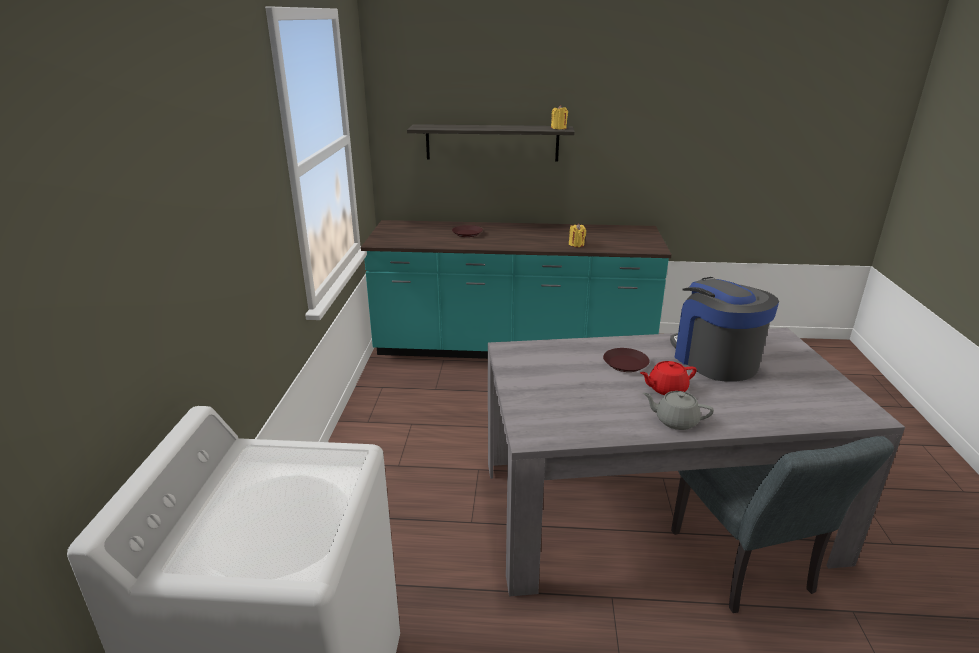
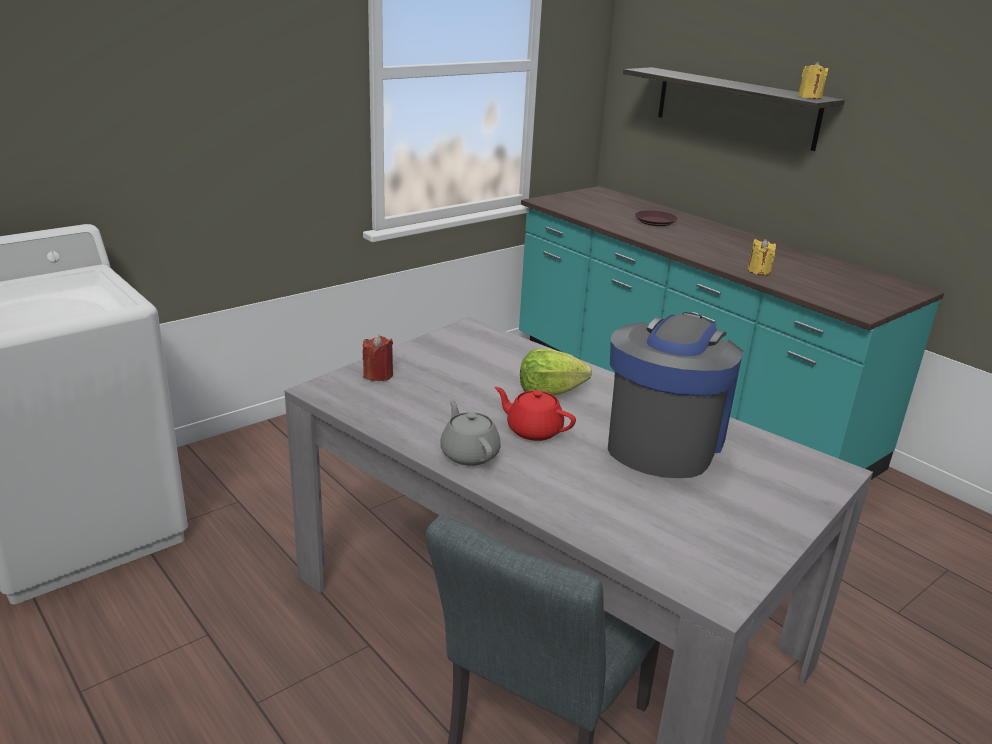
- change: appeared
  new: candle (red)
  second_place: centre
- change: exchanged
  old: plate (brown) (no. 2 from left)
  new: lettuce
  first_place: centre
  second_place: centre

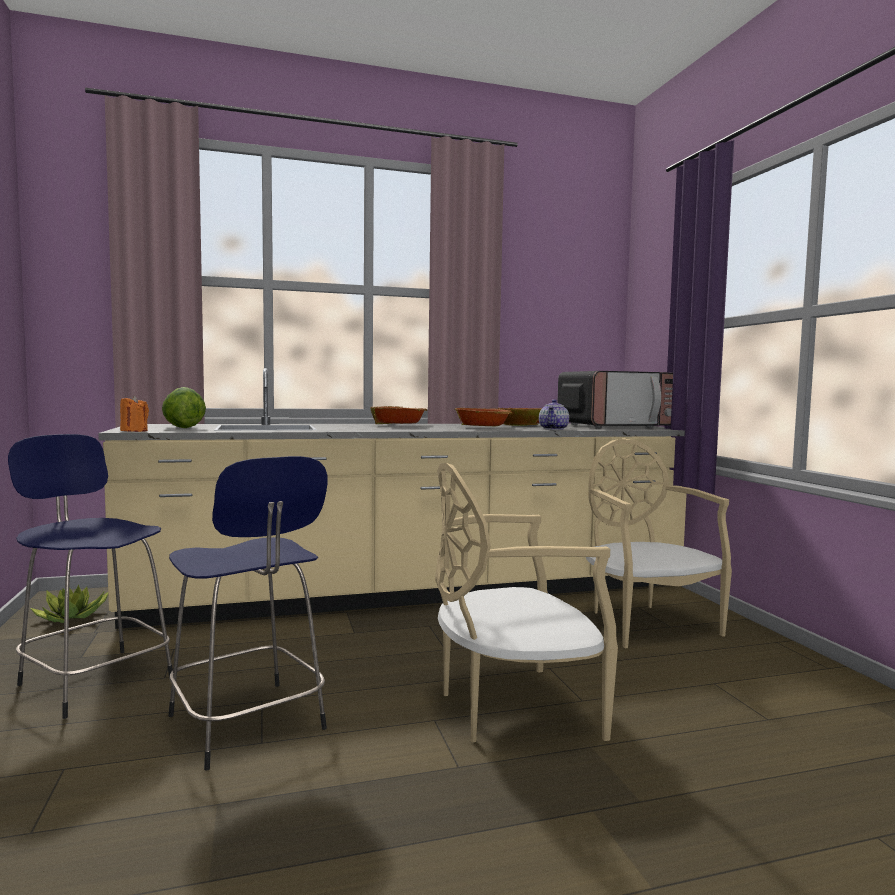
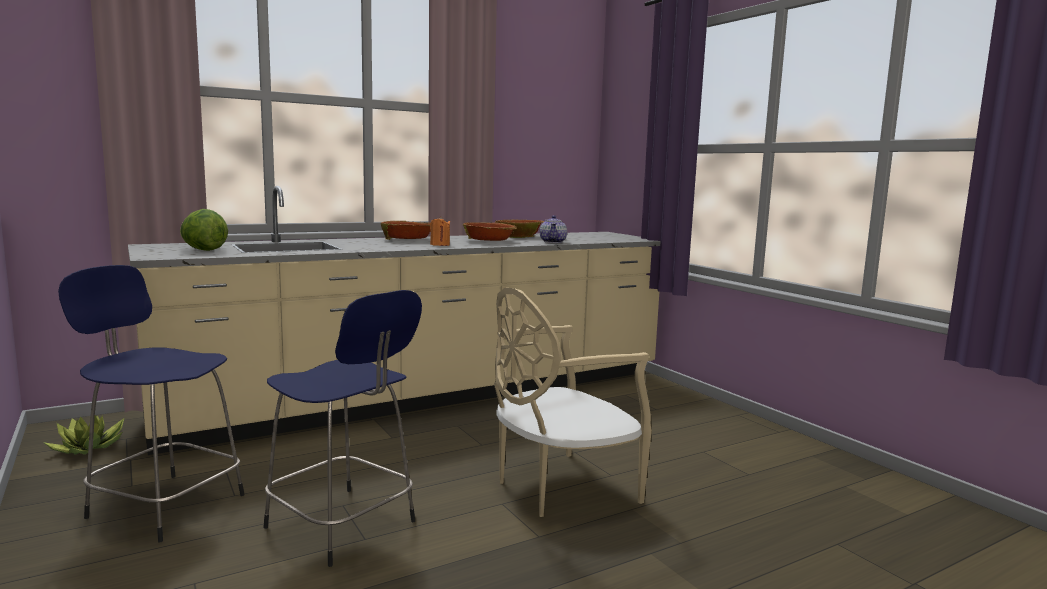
- change: relocated
  old: candle (orange)
  first_place: middle left
  second_place: centre
- change: missing
  old: microwave
  first_place: middle right
- change: missing
  old: chair (beige) (no. 2 from left)
  first_place: middle right

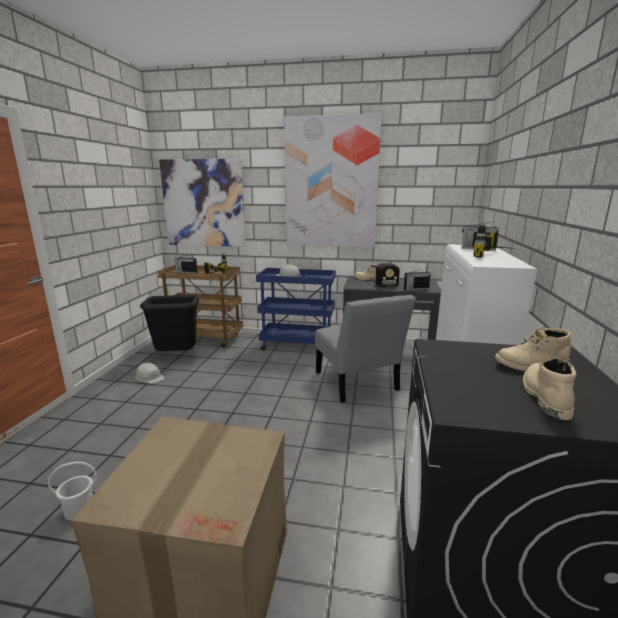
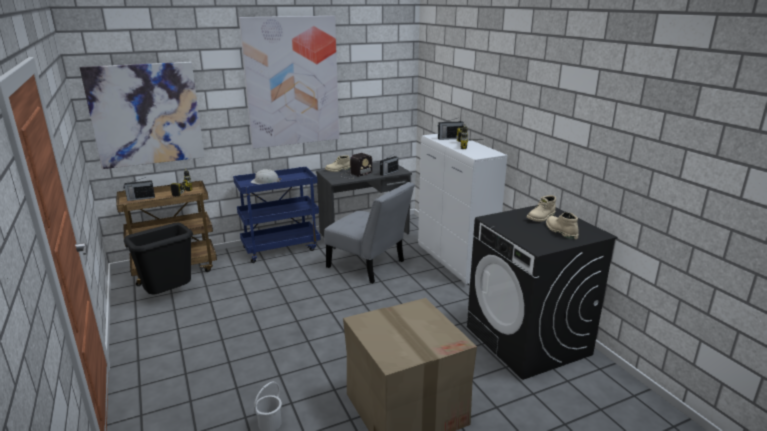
- change: missing
  old: hard hat (white) (no. 1 from left)
  first_place: middle left

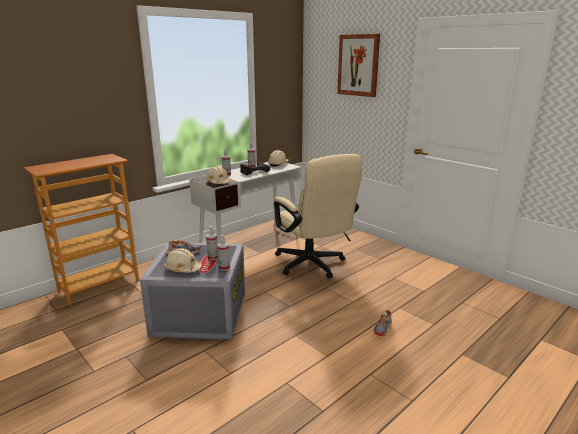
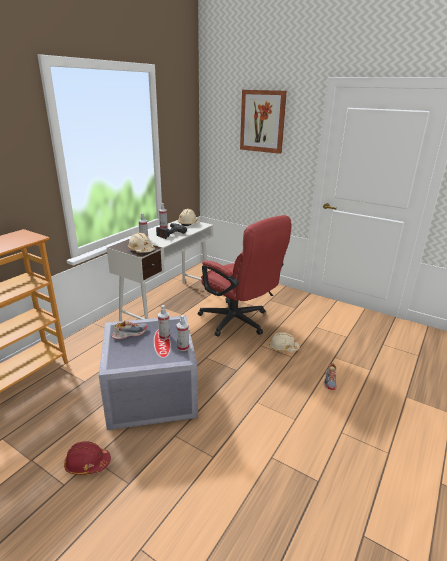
- change: appeared
  new: hard hat (red)
  second_place: bottom left
- change: colour
  old: office chair (beige)
  new: office chair (red)
  first_place: centre
  second_place: centre
- change: relocated
  old: hard hat (beige) (no. 1 from left in the first image)
  new: hard hat (beige) (no. 3 from left)
  first_place: middle left
  second_place: centre

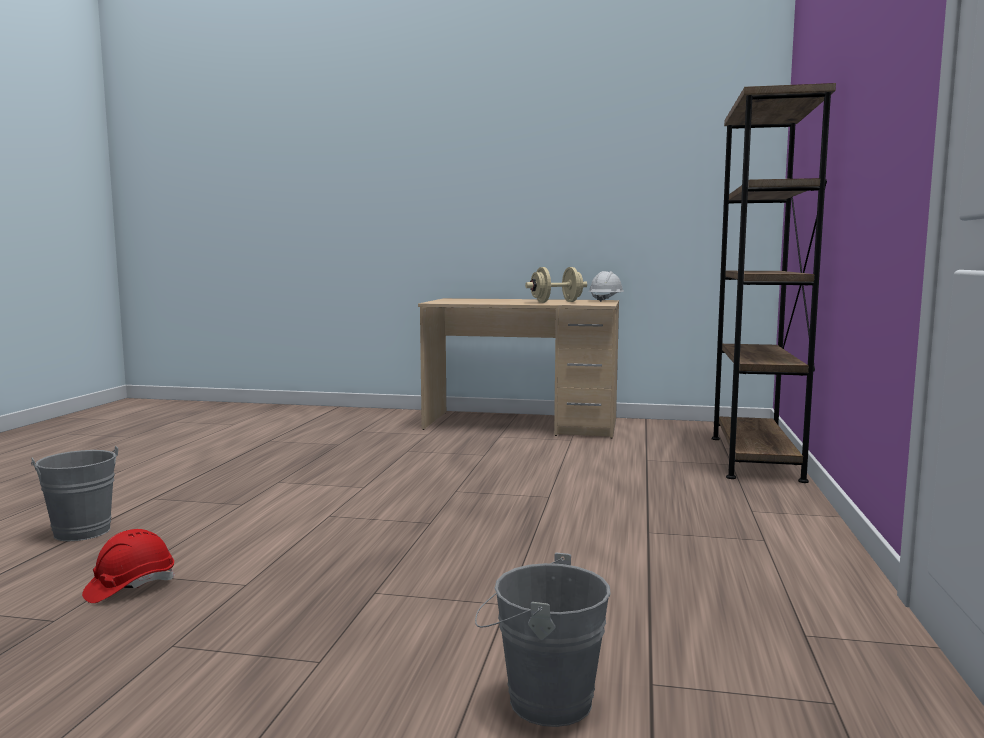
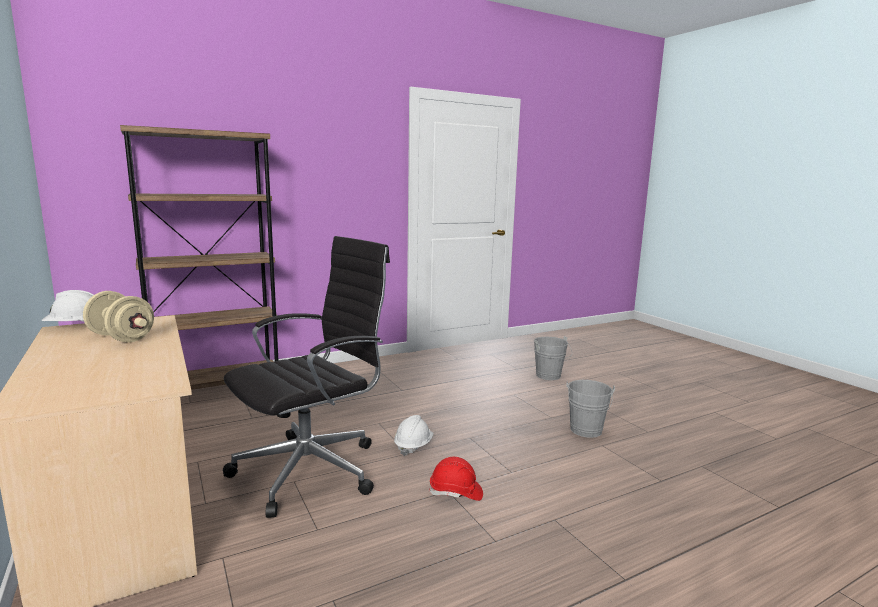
- change: appeared
  new: office chair (black)
  second_place: centre
- change: appeared
  new: hard hat (white) (no. 2 from left)
  second_place: bottom centre
- change: relocated
  old: hard hat (red)
  first_place: bottom left
  second_place: bottom centre
- change: relocated
  old: bucket (grey) (no. 1 from left in the first image)
  new: bucket (grey) (no. 2 from left)
  first_place: bottom left
  second_place: bottom right

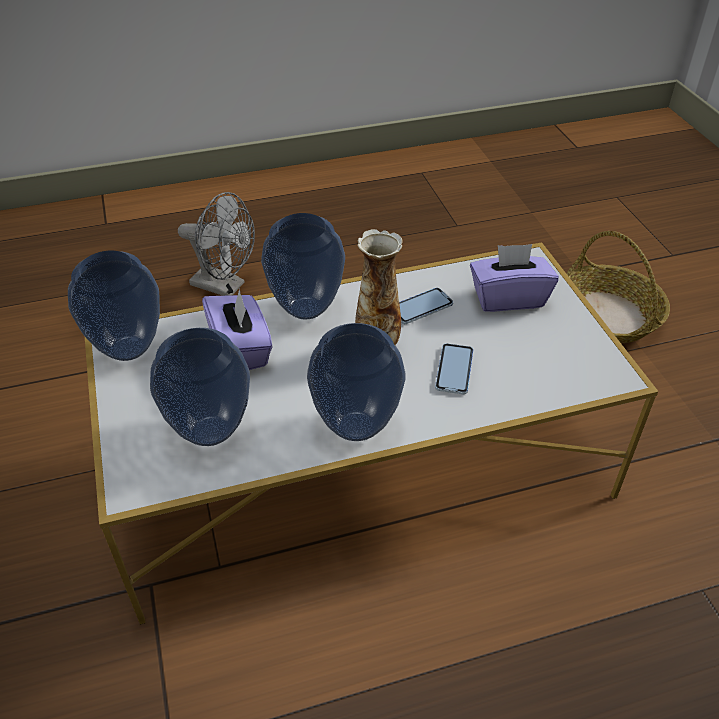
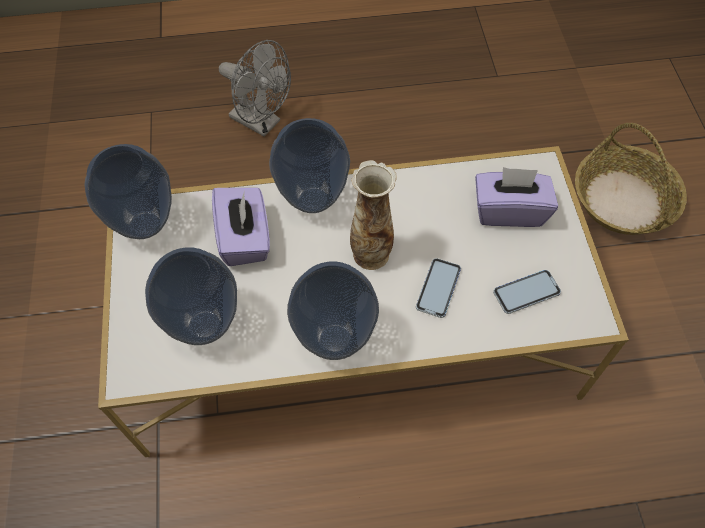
- change: relocated
  old: phone (no. 1 from left in the first image)
  new: phone (no. 2 from left)
  first_place: centre
  second_place: middle right

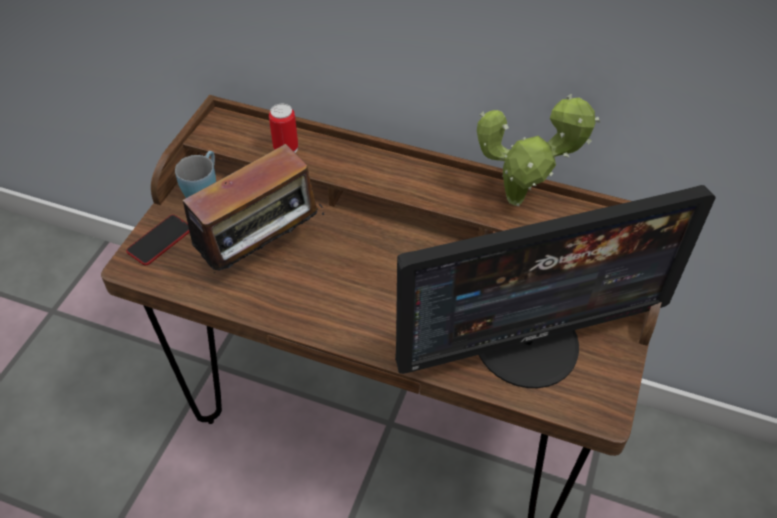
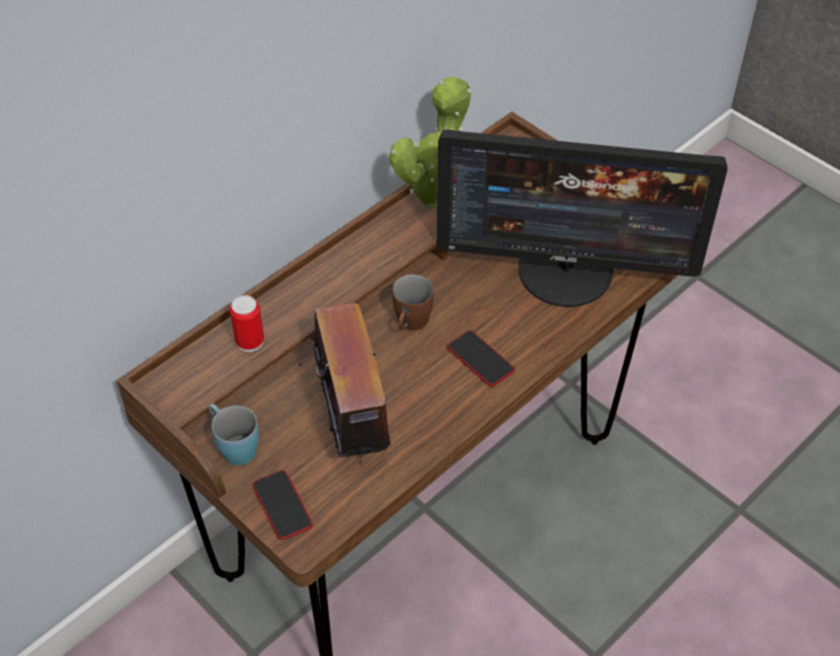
- change: appeared
  new: mug (brown)
  second_place: centre
- change: spun
  old: monitor
  first_place: middle right
  second_place: top right
  degrees: 90
- change: appeared
  new: phone (no. 2 from left)
  second_place: centre

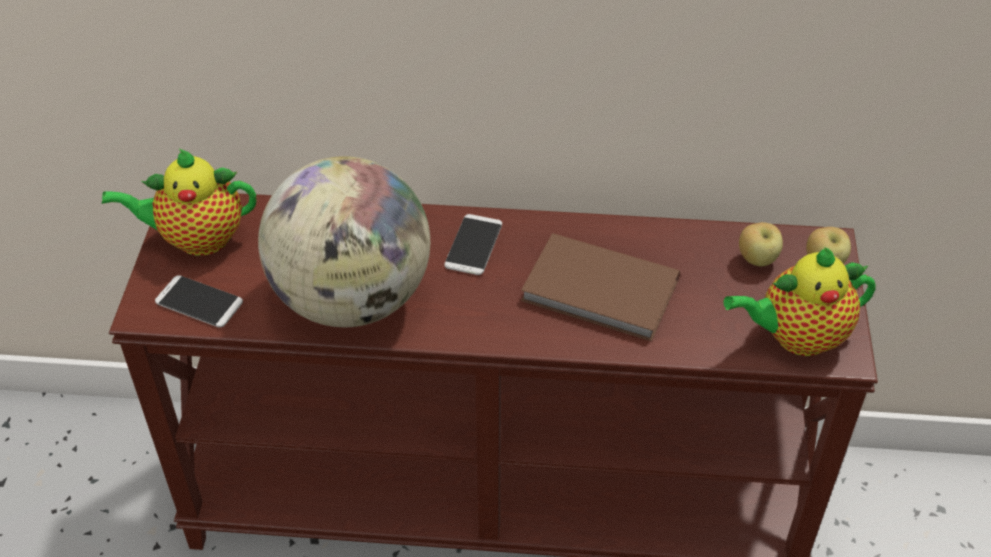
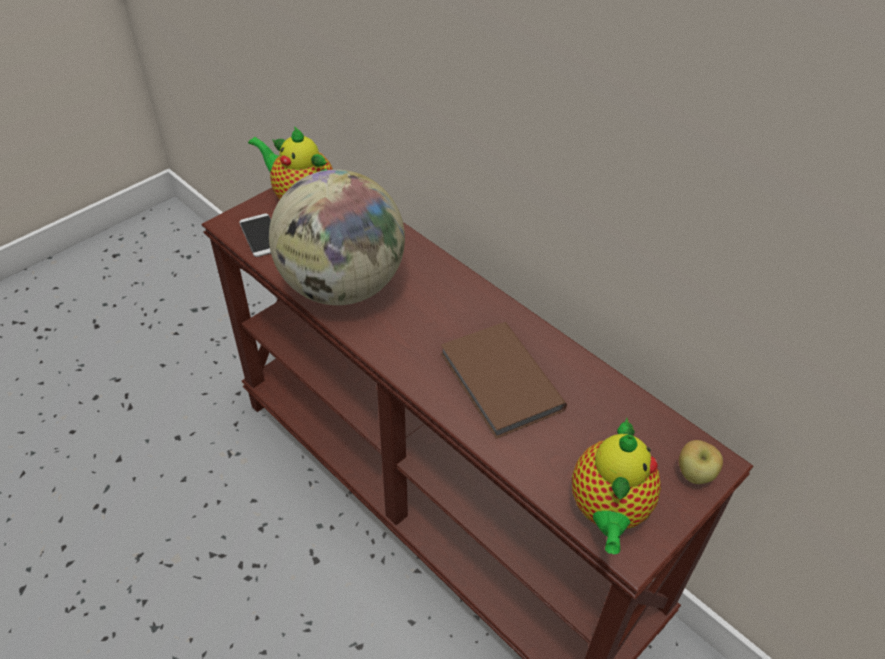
- change: spun
  old: teapot (no. 2 from left)
  first_place: middle right
  second_place: bottom right
  degrees: -105
- change: missing
  old: phone (no. 2 from left)
  first_place: centre
- change: missing
  old: apple (no. 1 from left)
  first_place: middle right

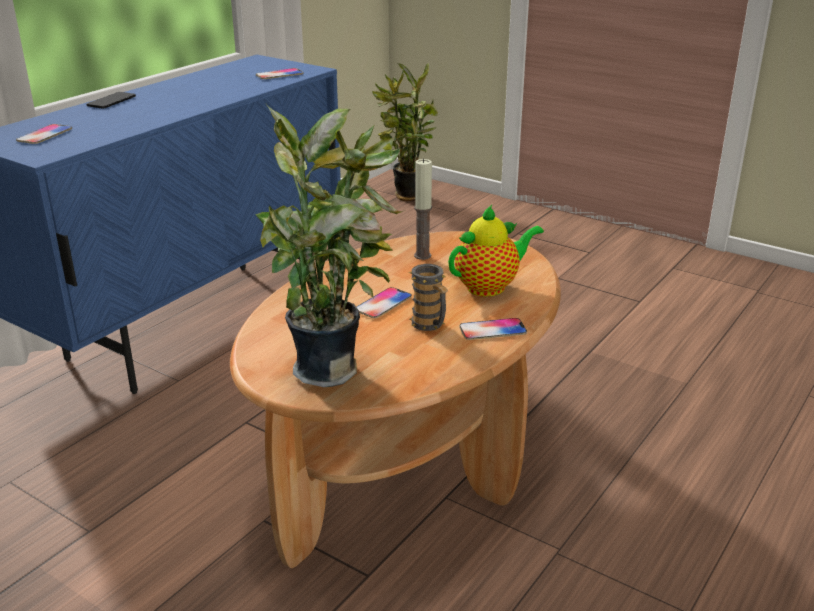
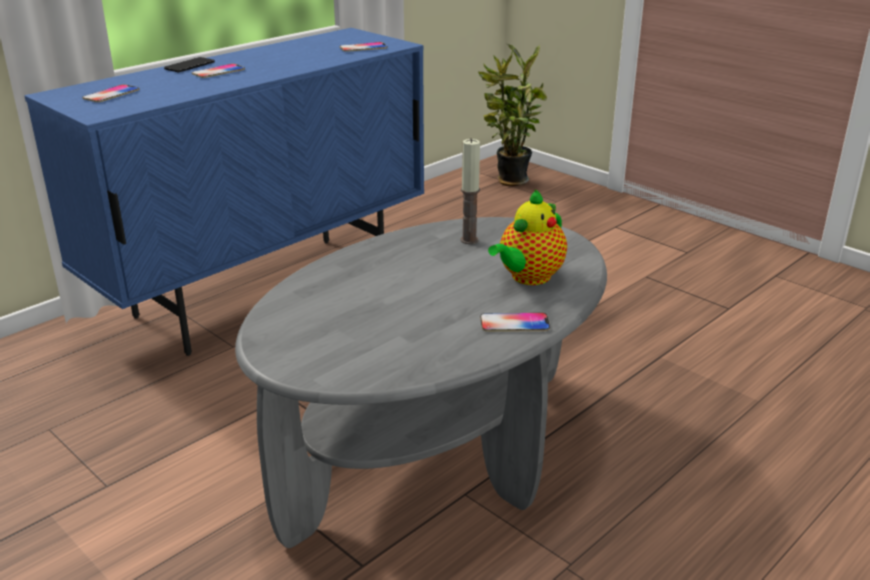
- change: relocated
  old: phone (no. 4 from left in the first image)
  new: phone (no. 3 from left)
  first_place: centre
  second_place: top left
- change: colour
  old: coffee table (brown)
  new: coffee table (grey)
  first_place: centre
  second_place: centre
- change: spun
  old: teapot
  first_place: centre
  second_place: centre
  degrees: 150
- change: missing
  old: potted plant (no. 1 from left)
  first_place: centre
- change: missing
  old: mug
  first_place: centre

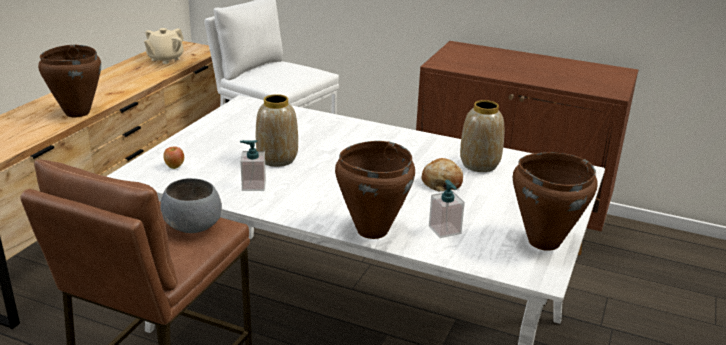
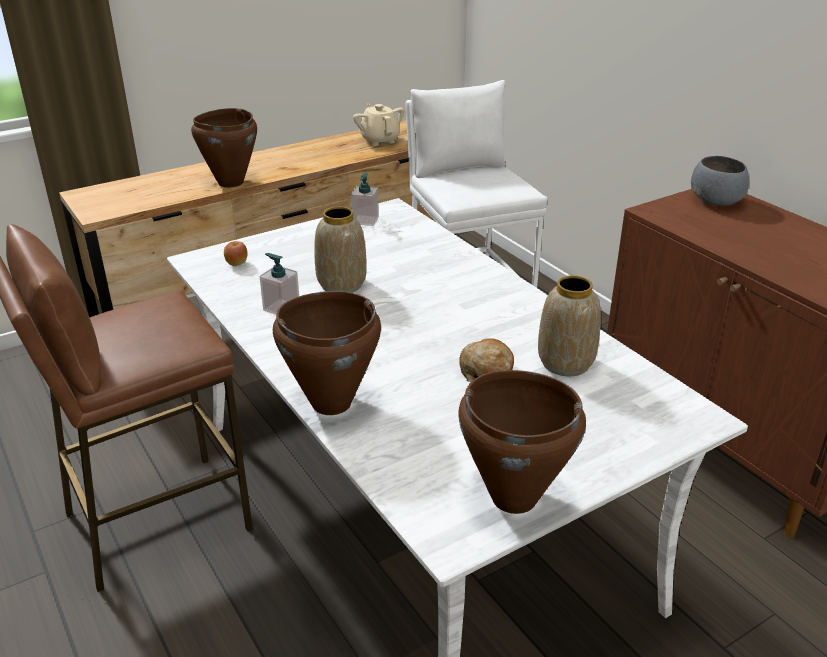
- change: relocated
  old: soap dispenser (no. 2 from left)
  first_place: centre
  second_place: top centre
- change: spun
  old: teapot (beige)
  first_place: top left
  second_place: top centre
  degrees: 90
- change: relocated
  old: bowl (grey)
  first_place: middle left
  second_place: top right

